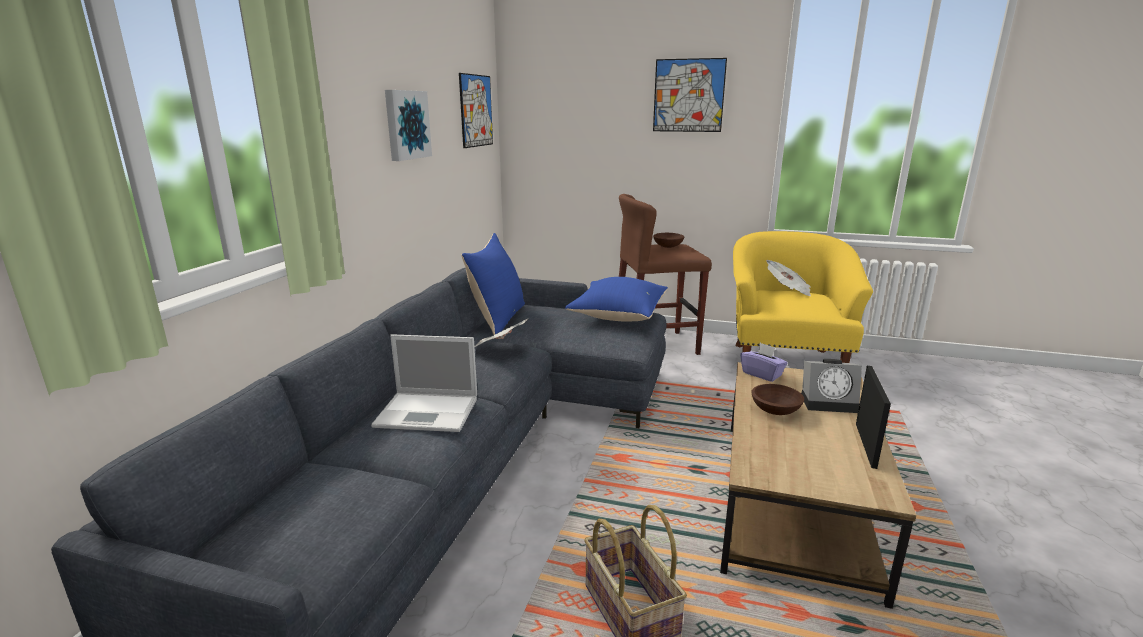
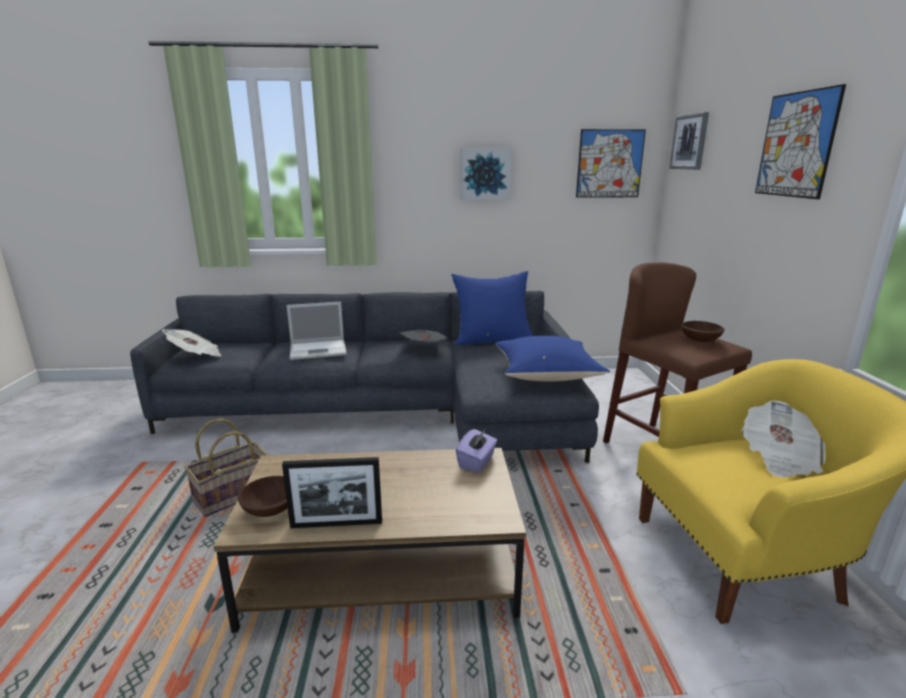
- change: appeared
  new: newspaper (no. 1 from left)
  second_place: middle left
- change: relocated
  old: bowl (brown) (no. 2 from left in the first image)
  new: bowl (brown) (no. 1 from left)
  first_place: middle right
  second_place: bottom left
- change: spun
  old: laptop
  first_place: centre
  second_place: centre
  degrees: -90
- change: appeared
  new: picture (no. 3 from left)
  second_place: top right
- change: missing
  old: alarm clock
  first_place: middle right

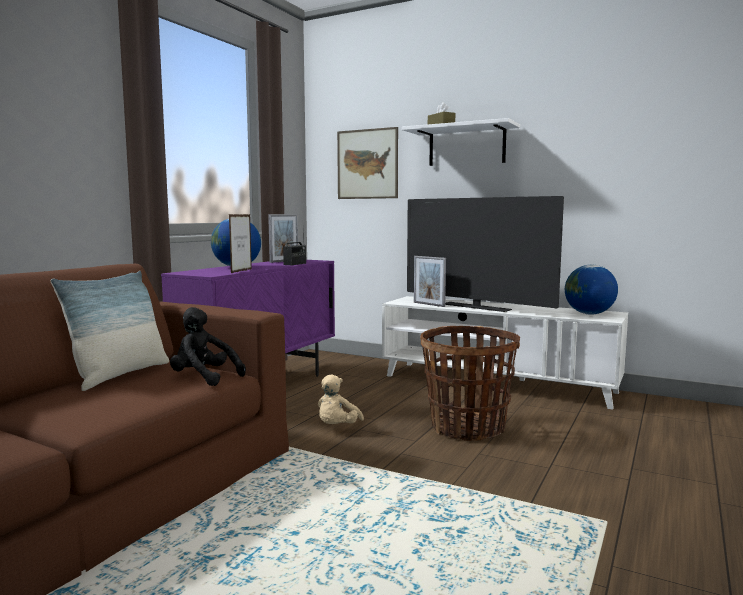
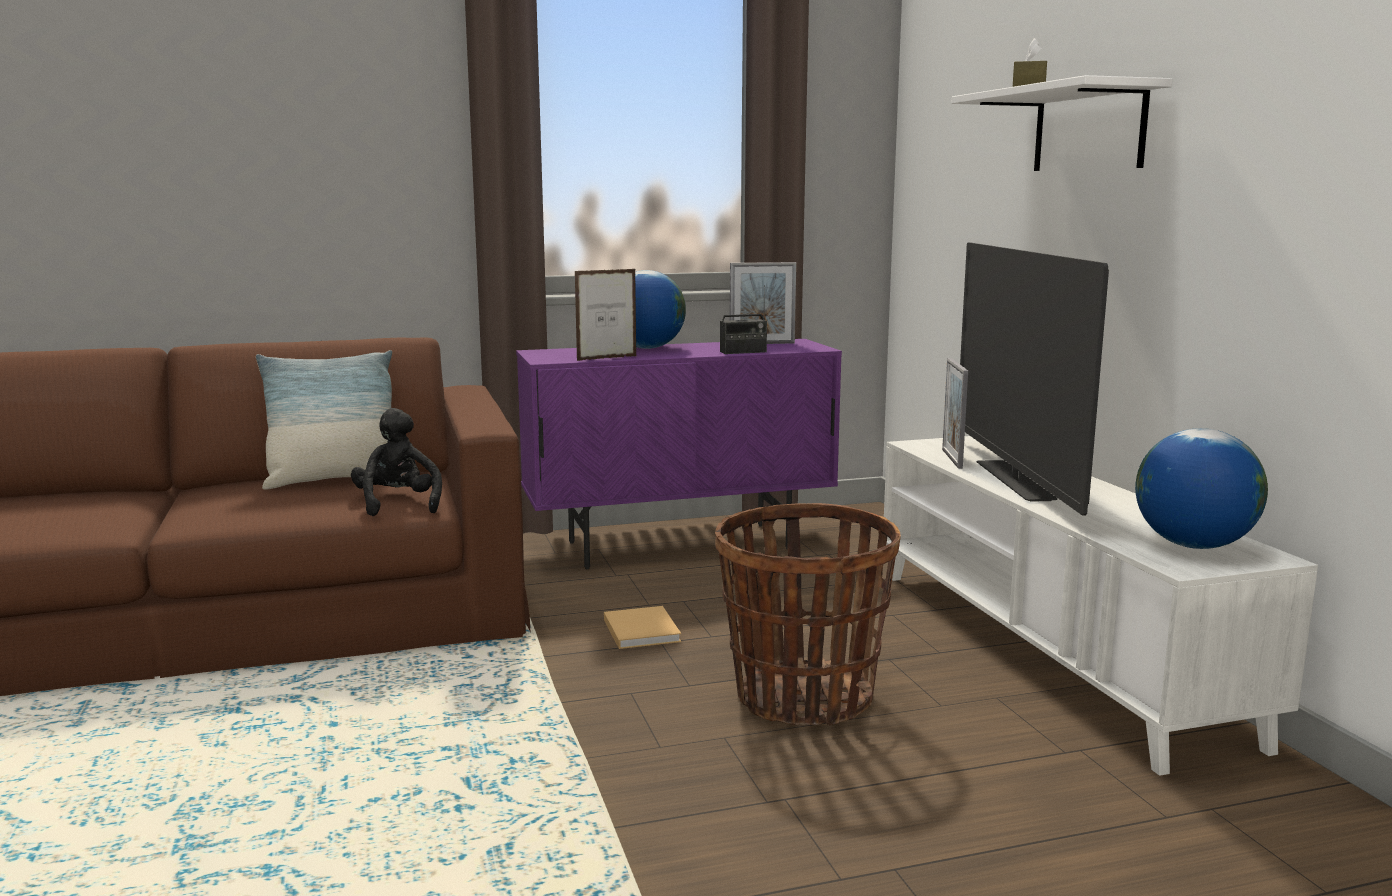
- change: exchanged
  old: plush toy (beige)
  new: book (beige)
  first_place: bottom centre
  second_place: bottom centre
- change: missing
  old: picture
  first_place: top centre

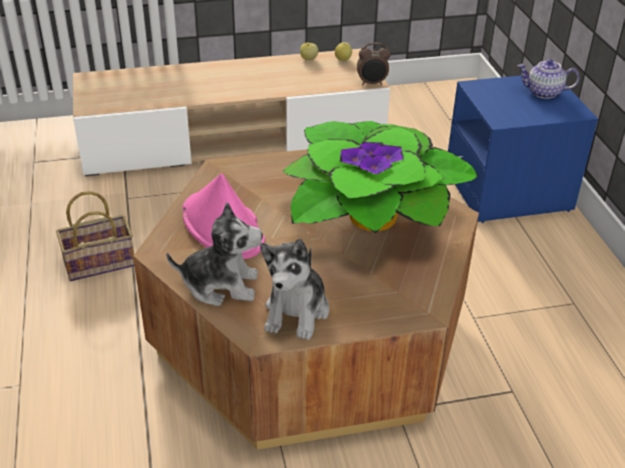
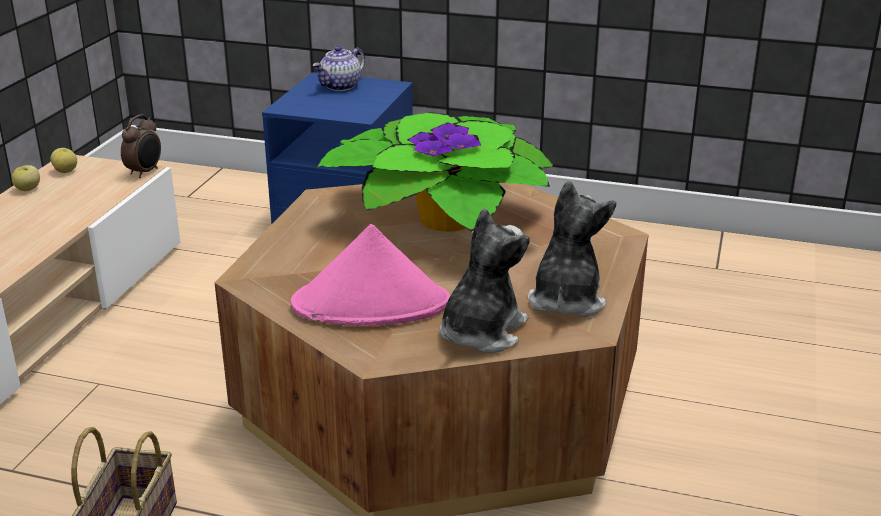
- change: spun
  old: plush toy (no. 2 from left)
  first_place: centre
  second_place: centre
  degrees: -120

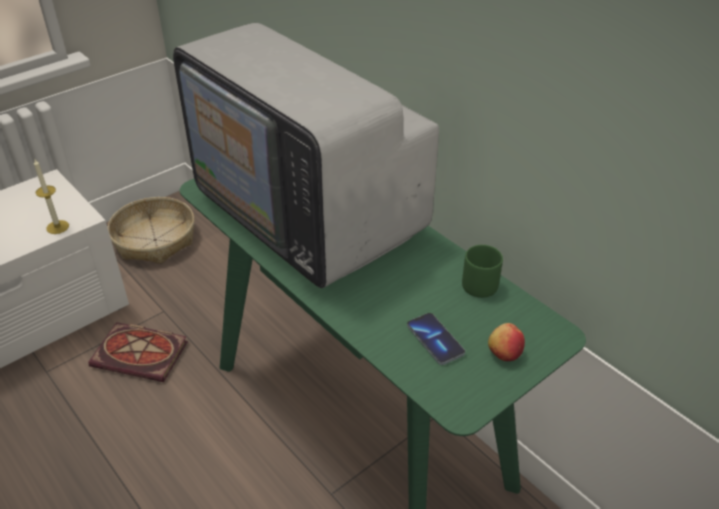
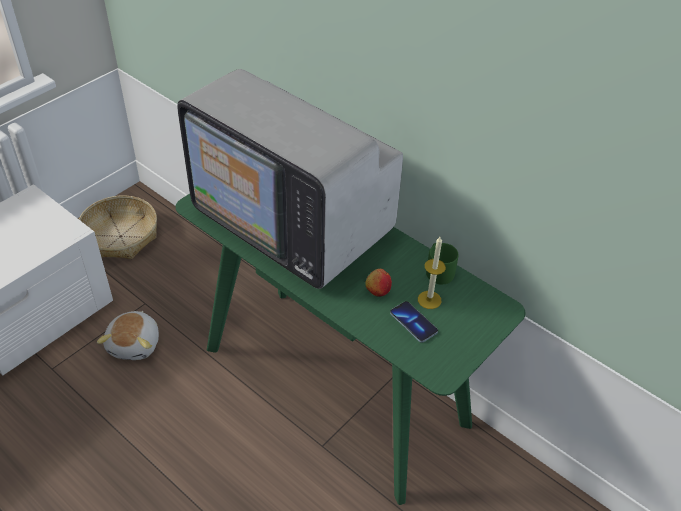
- change: exchanged
  old: book
  new: plush toy
  first_place: bottom left
  second_place: middle left
- change: relocated
  old: apple
  first_place: bottom right
  second_place: centre
- change: relocated
  old: candle
  first_place: middle left
  second_place: centre

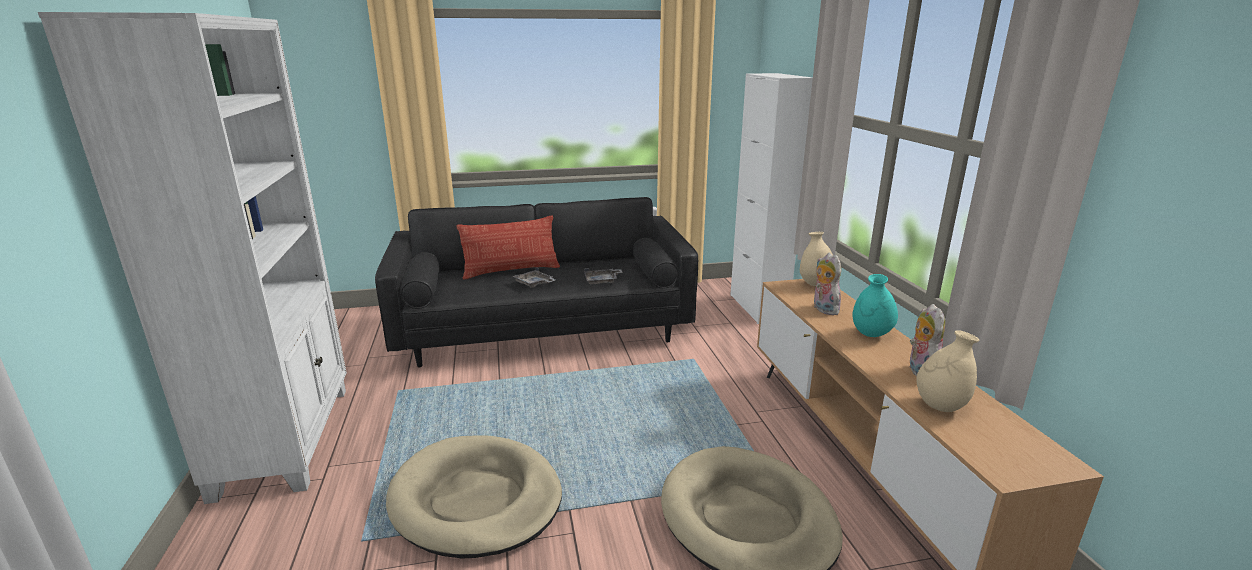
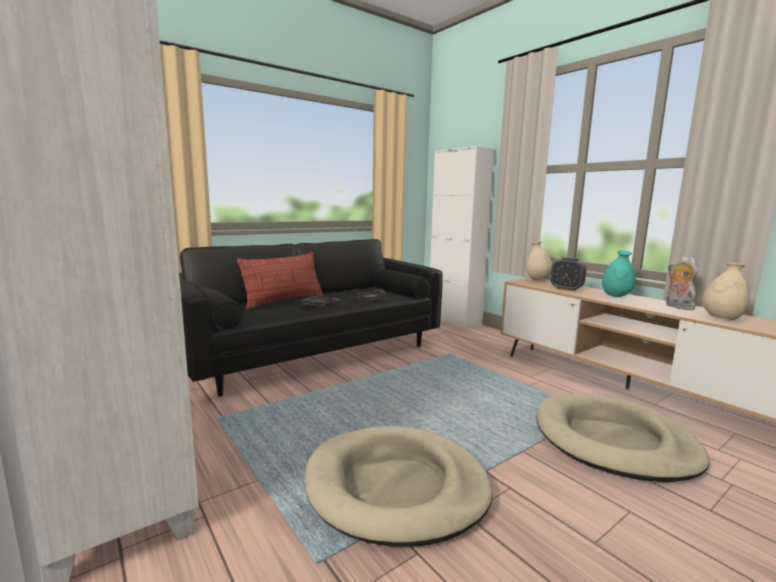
- change: exchanged
  old: plush toy (no. 1 from left)
  new: alarm clock
  first_place: centre
  second_place: middle right

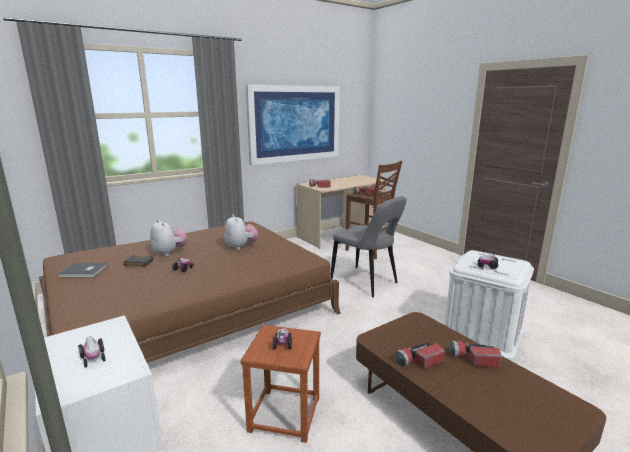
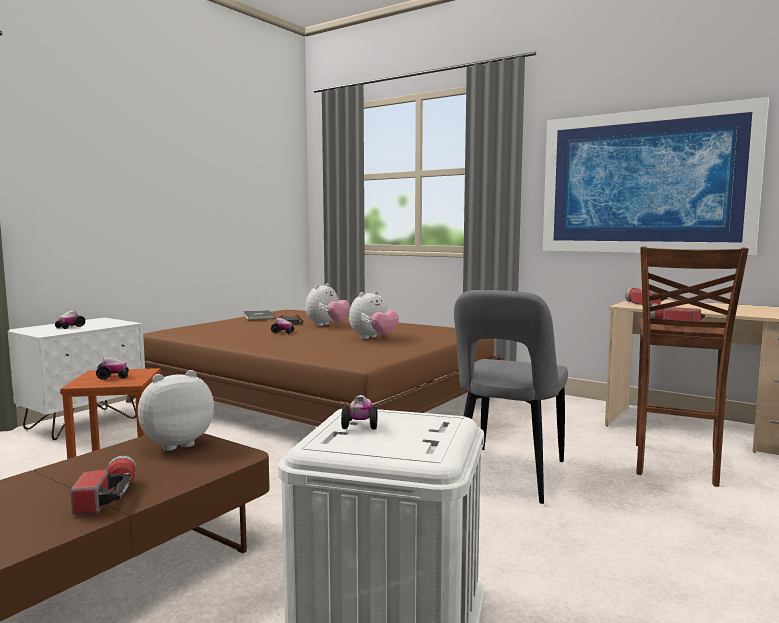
- change: appeared
  new: plush toy (no. 1 from left)
  second_place: middle left
- change: missing
  old: flashlight (no. 3 from left)
  first_place: bottom centre

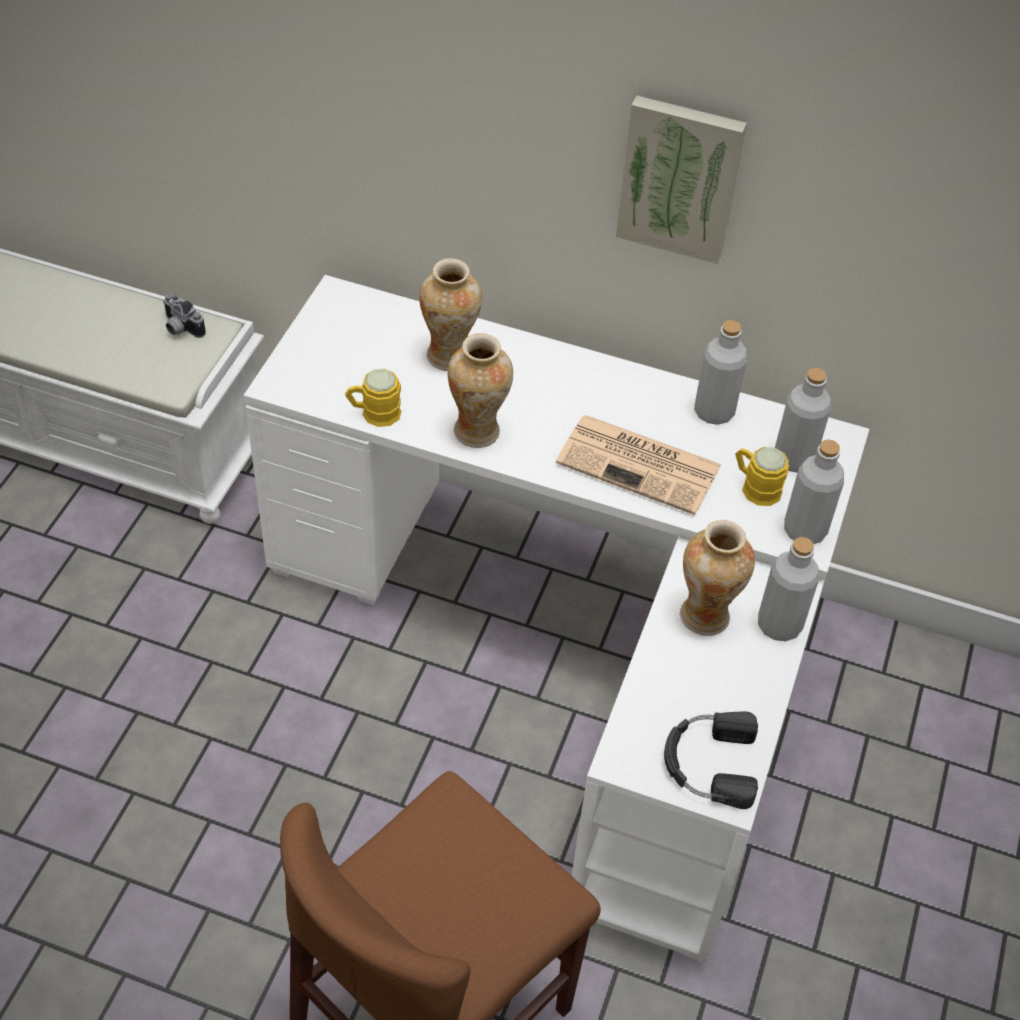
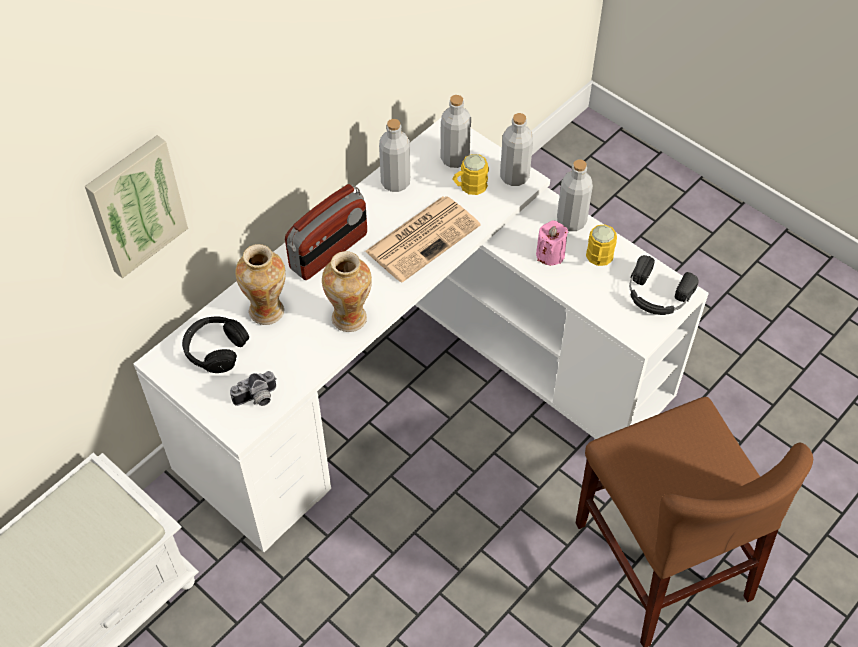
- change: relocated
  old: picture
  first_place: top right
  second_place: top left
- change: appeared
  new: headphones (black) (no. 1 from left)
  second_place: middle left
- change: relocated
  old: photo camera
  first_place: top left
  second_place: middle left
- change: appeared
  new: radio
  second_place: centre
- change: exchanged
  old: vase (no. 3 from left)
  new: candle (pink)
  first_place: middle right
  second_place: centre
- change: relocated
  old: mug (yellow) (no. 1 from left in the first image)
  new: mug (yellow) (no. 2 from left)
  first_place: centre
  second_place: middle right

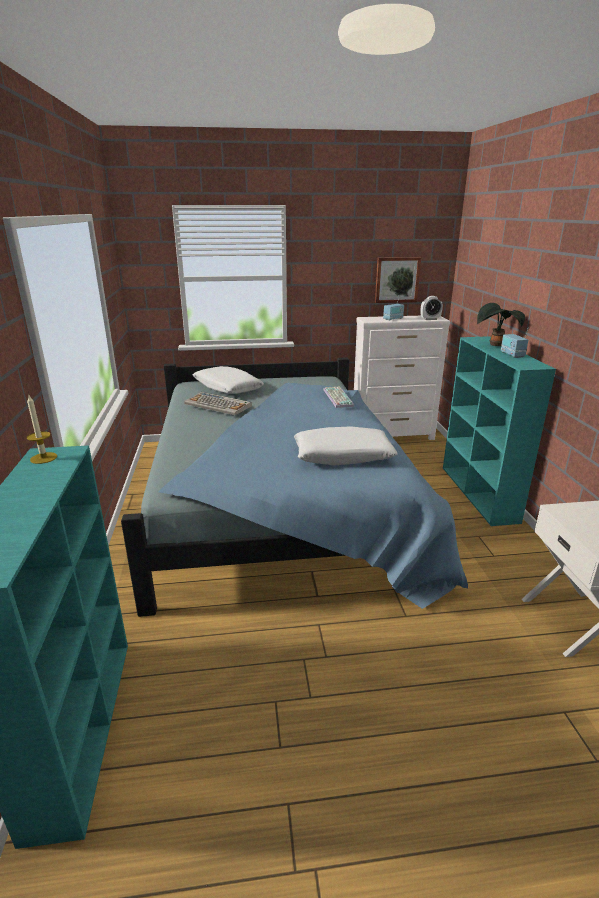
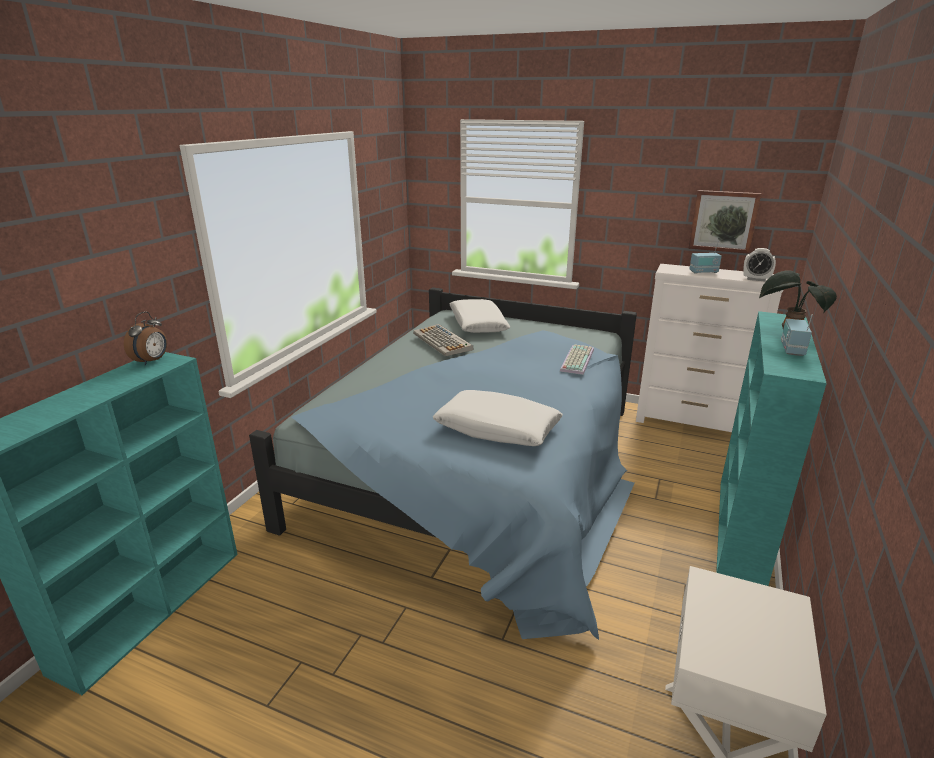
- change: exchanged
  old: candle
  new: alarm clock (no. 1 from left)
  first_place: middle left
  second_place: middle left

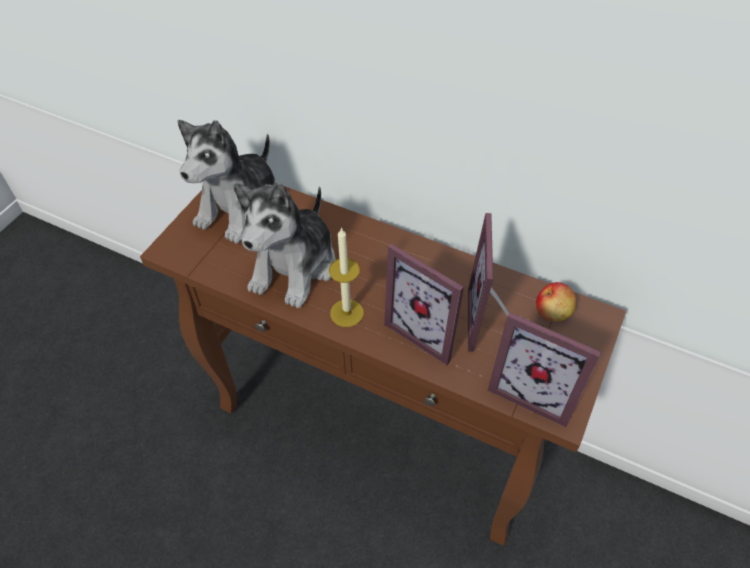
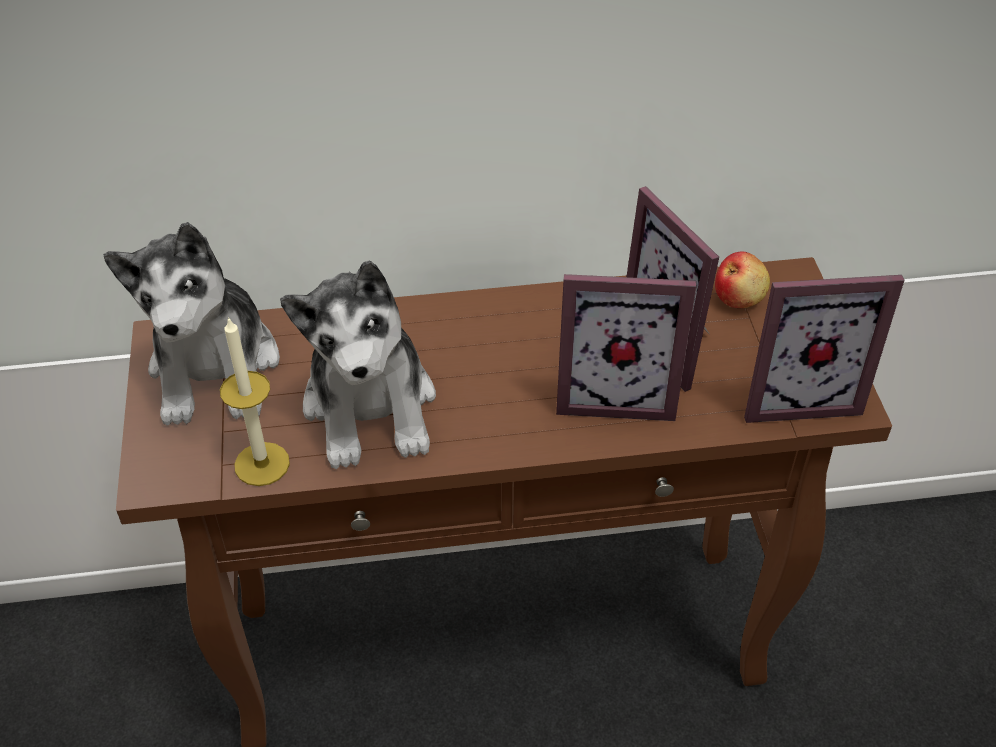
- change: relocated
  old: candle
  first_place: centre
  second_place: middle left

